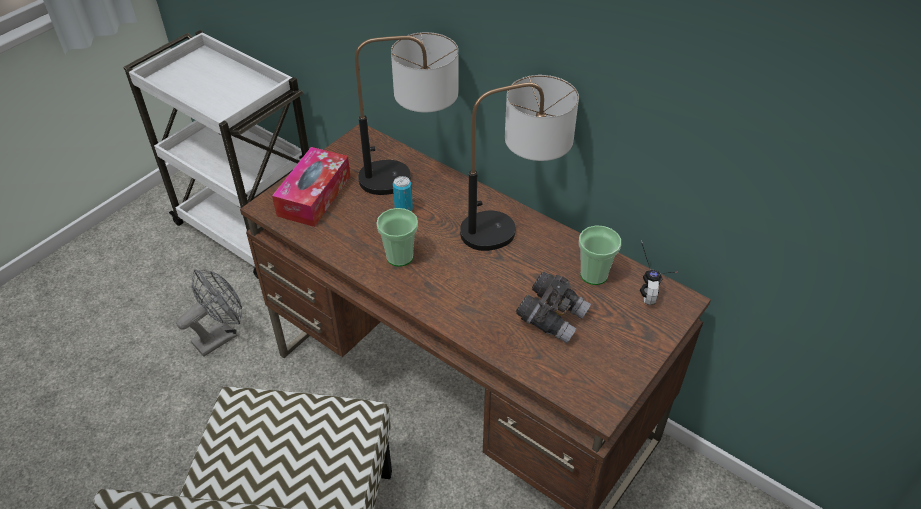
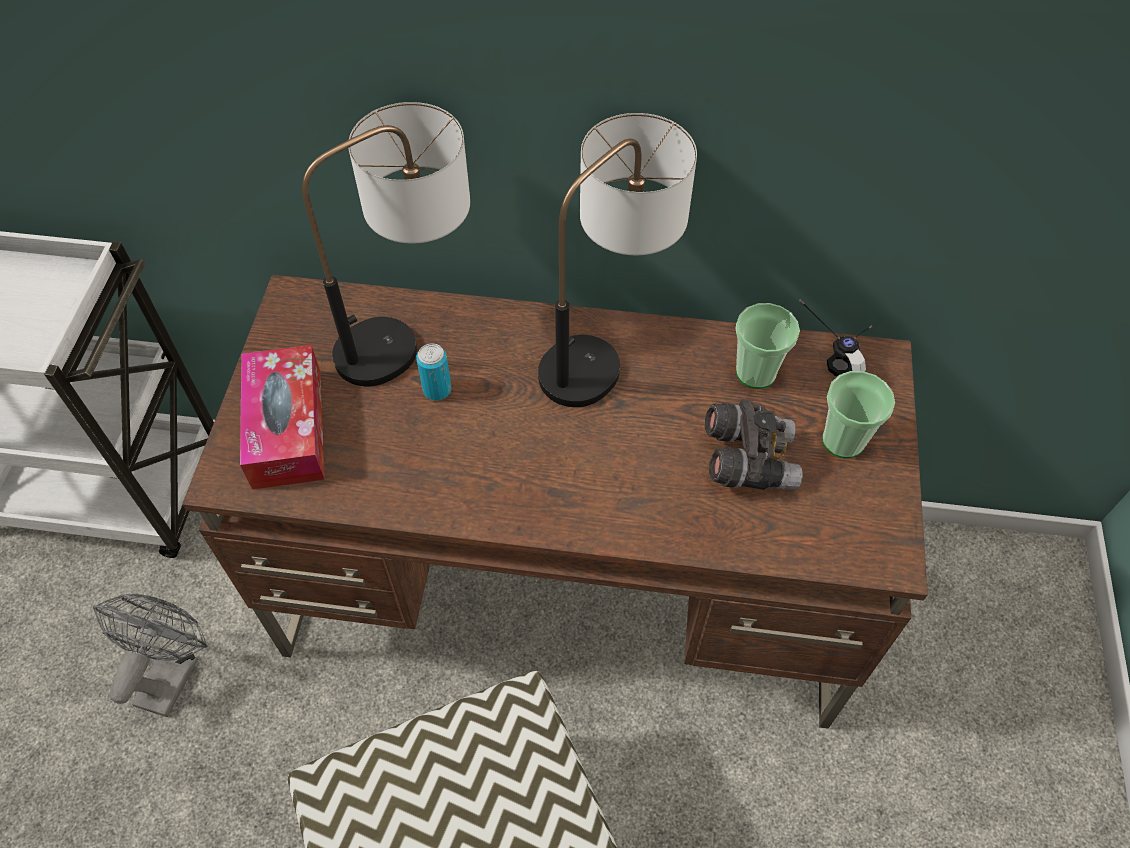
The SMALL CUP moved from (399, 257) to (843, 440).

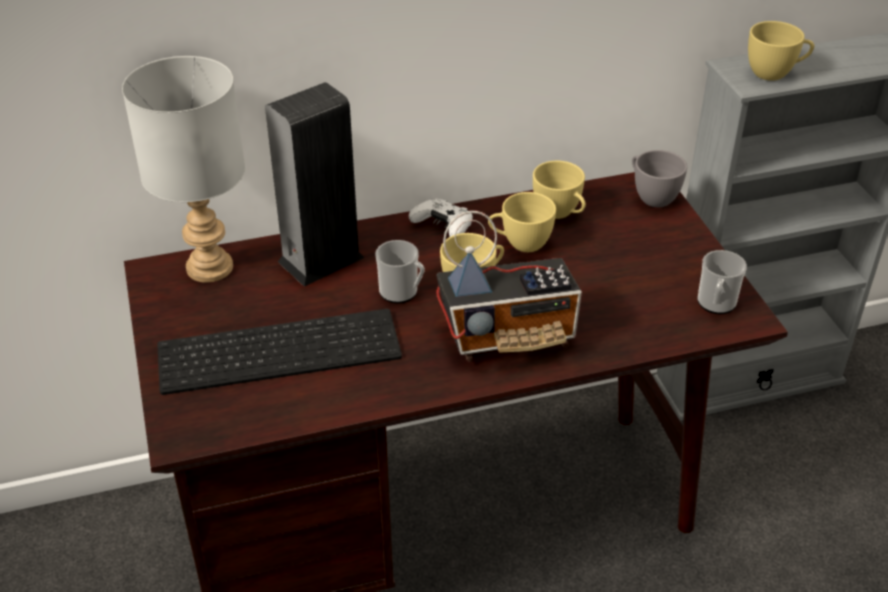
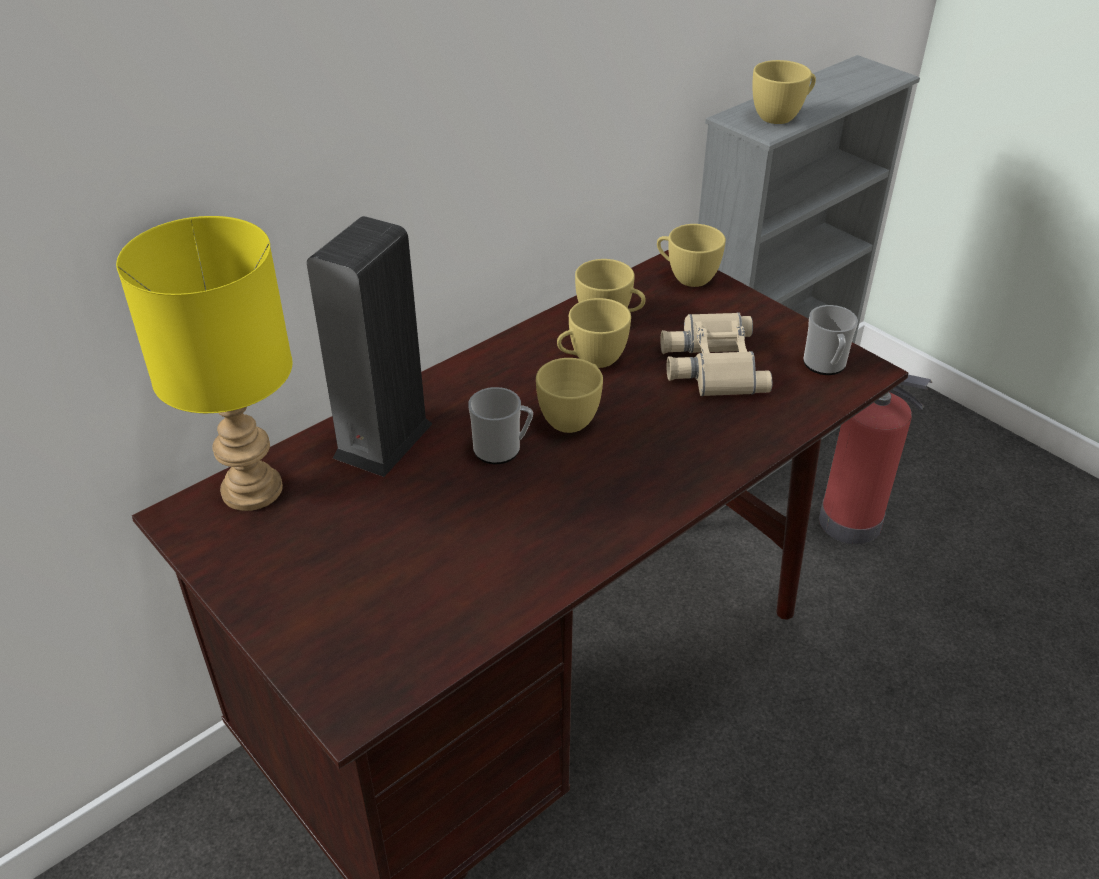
The GREYISH TABLETOP LAMP at (208, 267) became the YELLOW TABLETOP LAMP at (249, 489). The GREYISH SMALL CUP at (651, 196) became the YELLOW SMALL CUP at (686, 277). The WHITE GAME CONTROLLER at (443, 226) disappeared. The RADIO RECEIVER at (509, 337) disappeared. The KEYBOARD at (281, 348) disappeared. The SAND-COLOURED BINOCULARS at (710, 363) appeared. The EXTINGUISHER at (846, 520) appeared.

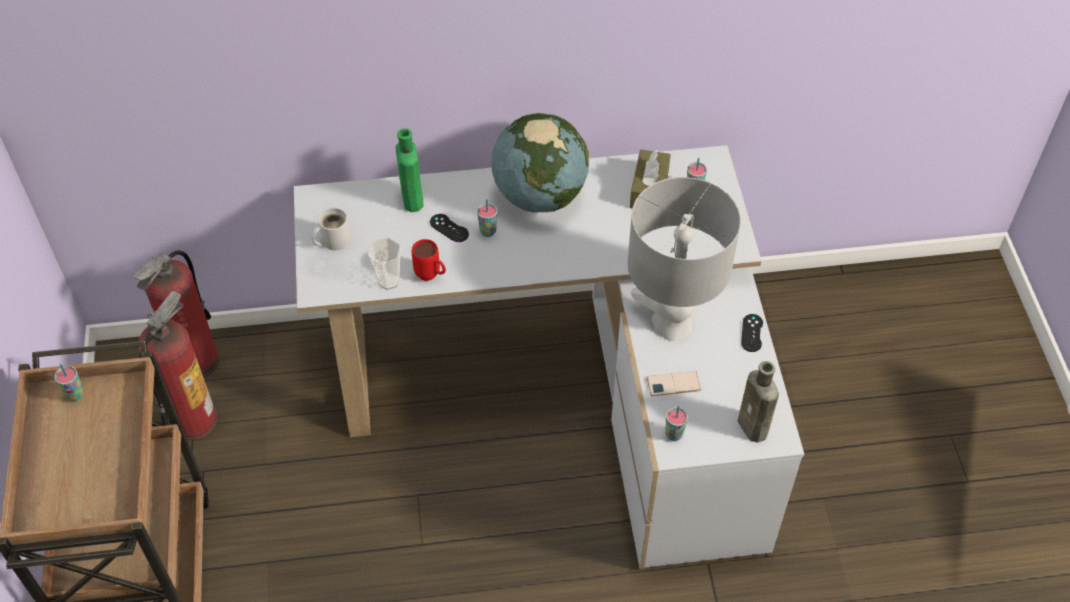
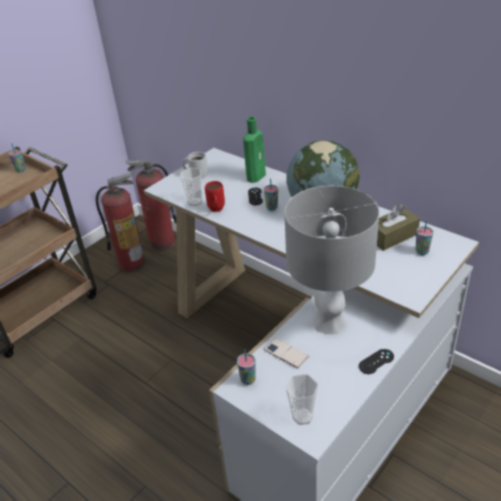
The BROWNISH BOTTLE at (754, 429) was replaced by the SMALL CUP at (302, 416).

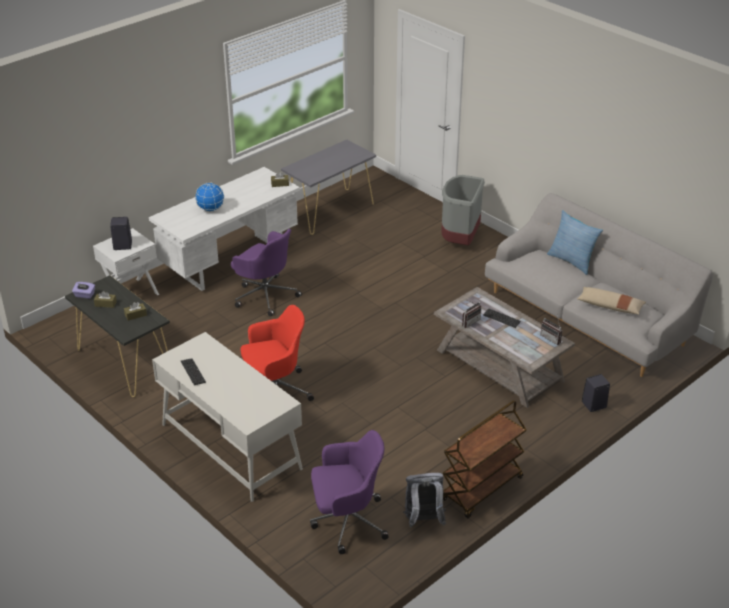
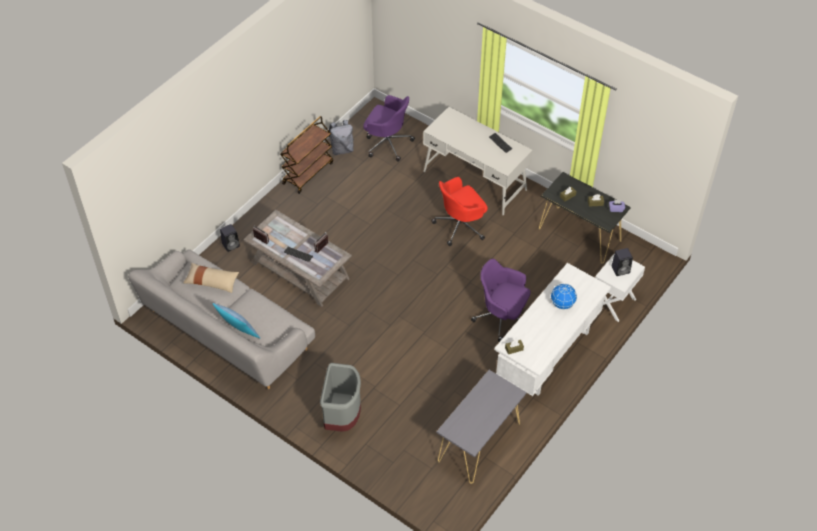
The PURPLISH COMPUTER CHAIR at (347, 521) turned 135 degrees counterclockwise.

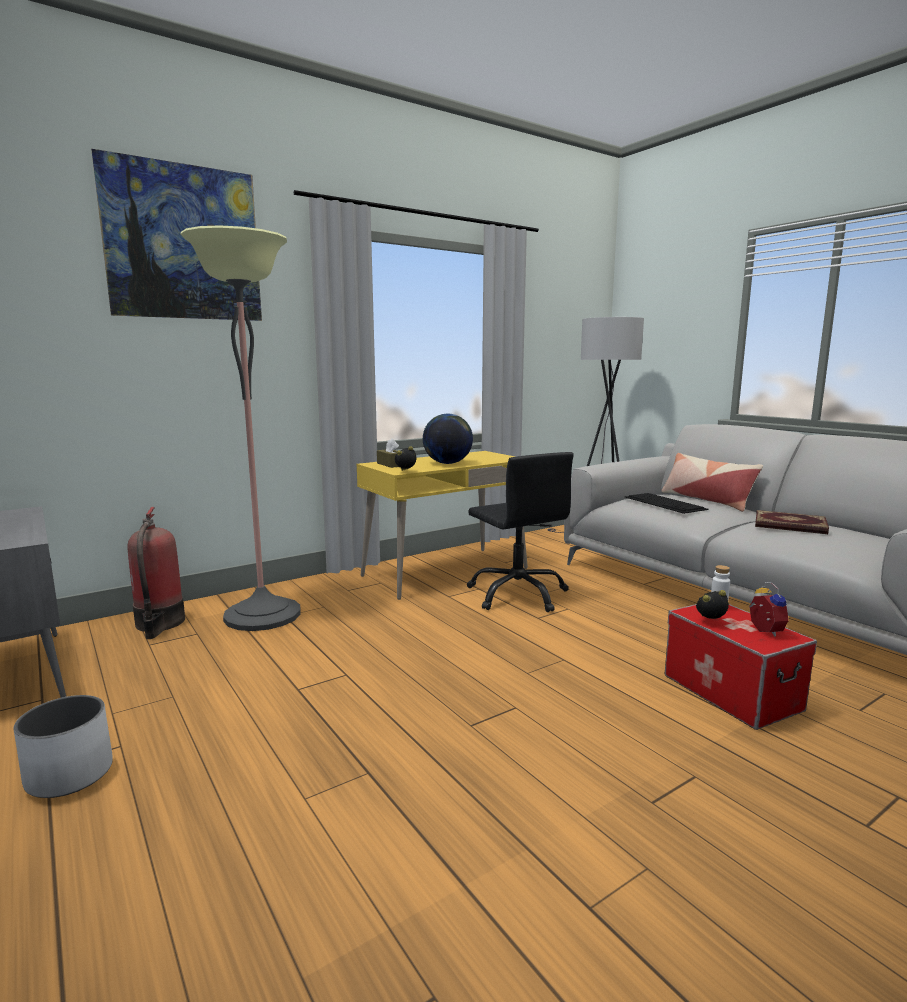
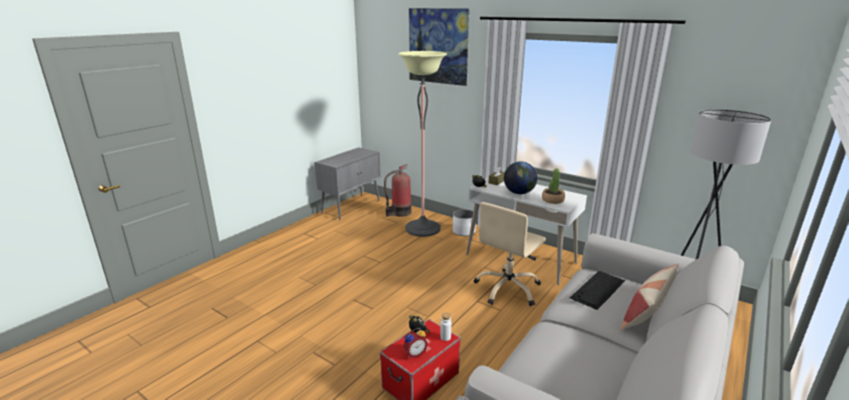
The YELLOW DESK at (445, 572) became the WHITE DESK at (520, 258). The BLACKISH COMPUTER CHAIR at (518, 594) became the SAND-COLOURED COMPUTER CHAIR at (508, 289). The BOOK at (790, 526) disappeared. The WHITE FLOWER POT moved from (69, 774) to (464, 231). The PLANT IN A POT at (552, 200) appeared.

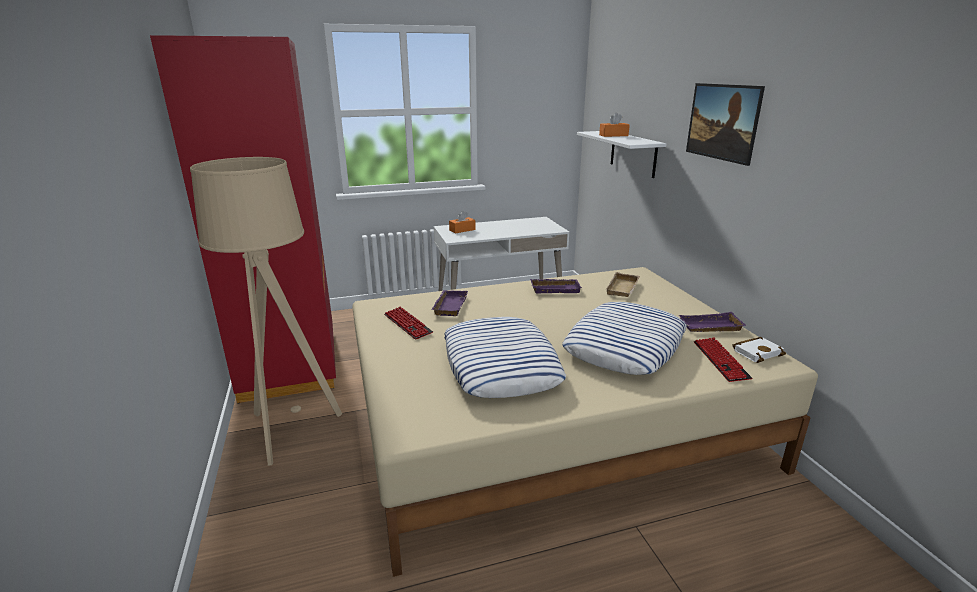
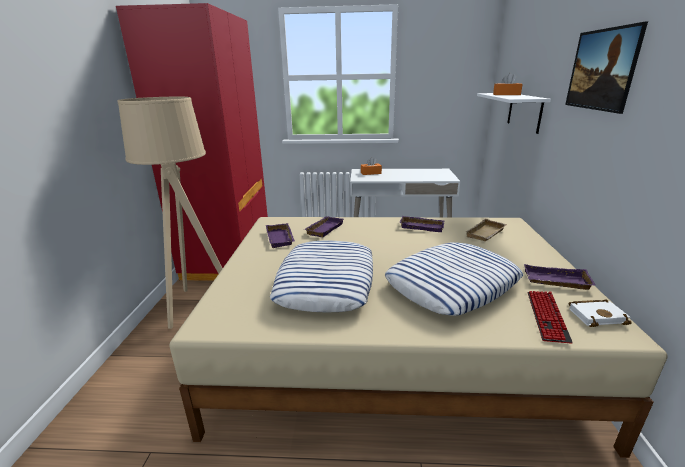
The KEYBOARD at (407, 324) was replaced by the PURPLISH TRAY at (281, 238).

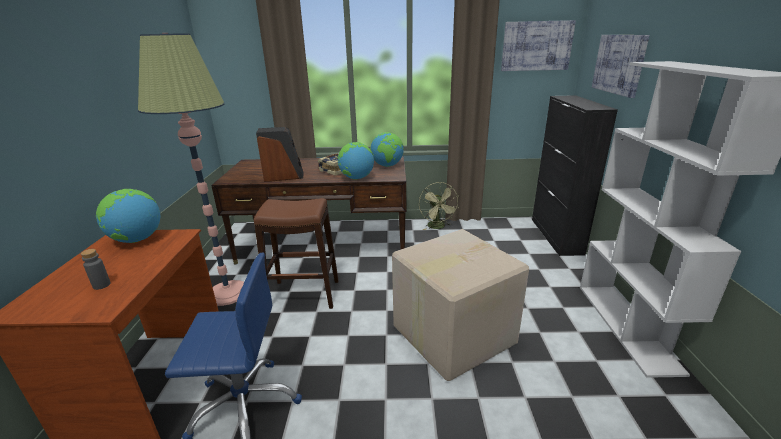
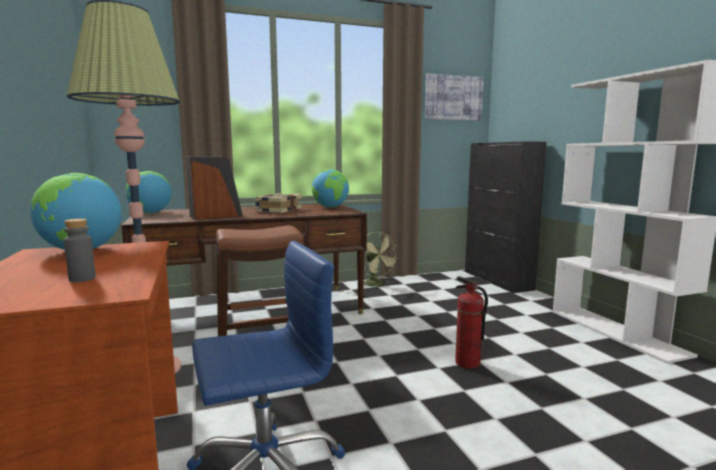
The WALL ART at (619, 64) disappeared. The GLOBE moved from (356, 178) to (150, 213). The PACKING BOX at (451, 334) was replaced by the EXTINGUISHER at (467, 363).

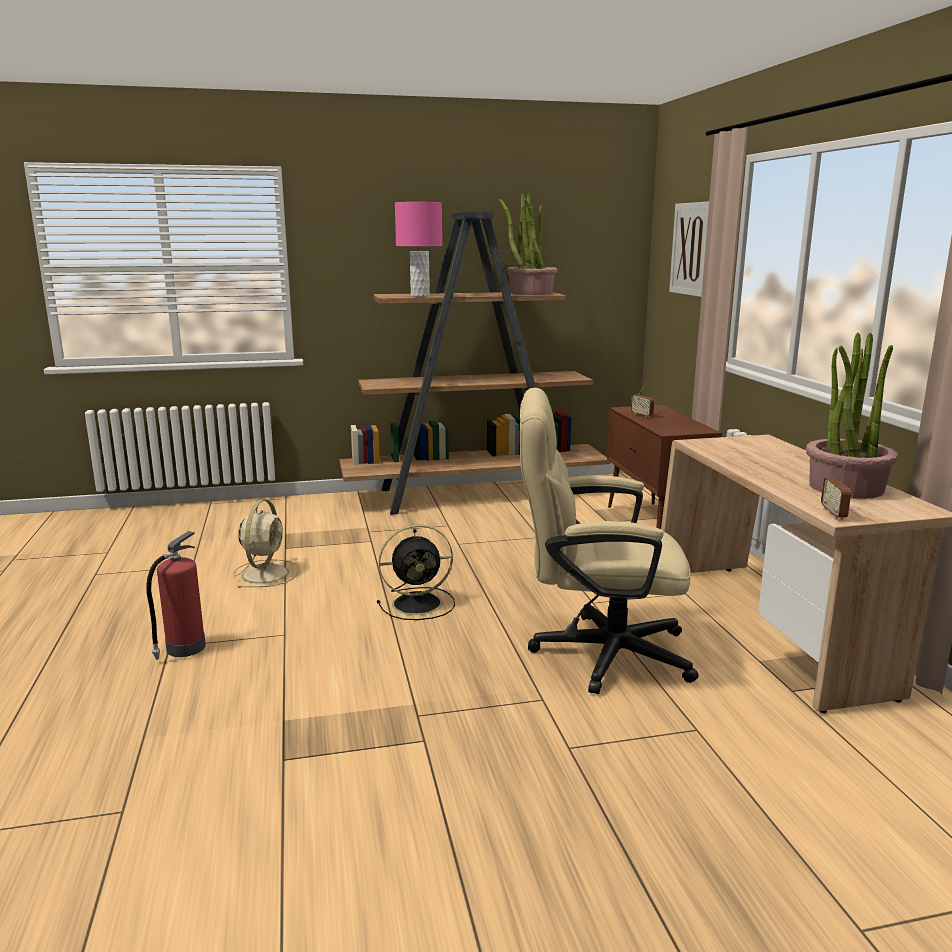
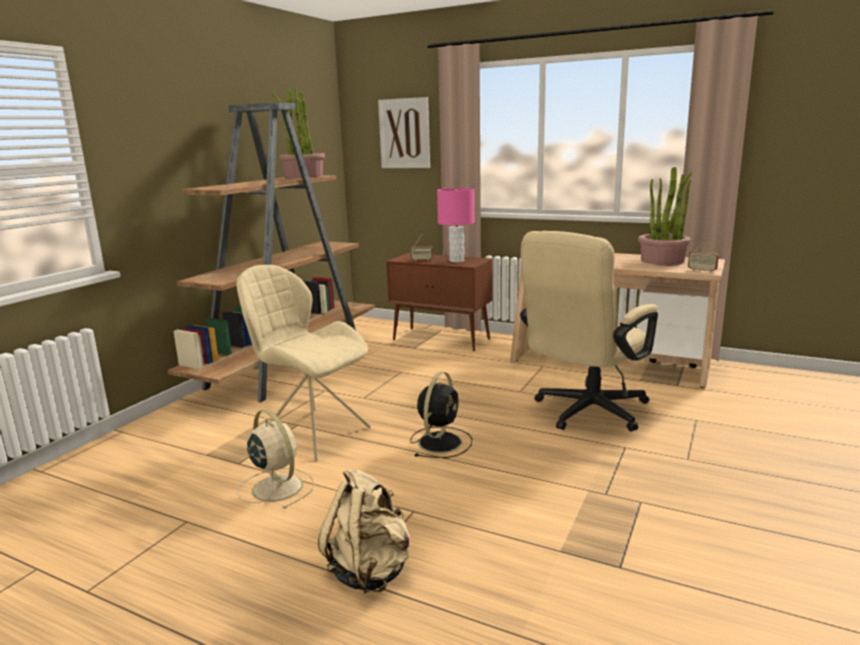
The PINKISH TABLETOP LAMP moved from (420, 296) to (457, 260). The EXTINGUISHER at (184, 648) was replaced by the SAND-COLOURED RUCKSACK at (370, 571). The SAND-COLOURED UPRIGHT CHAIR at (311, 432) appeared.

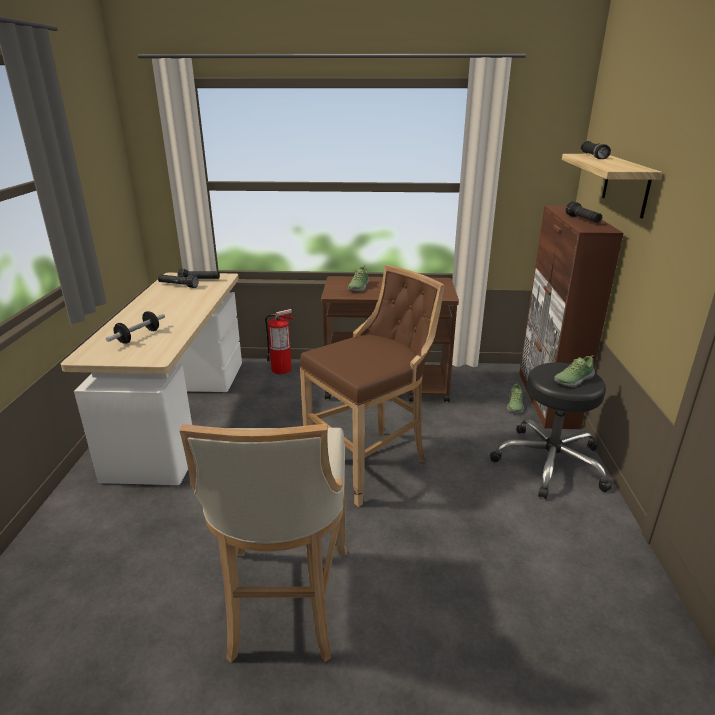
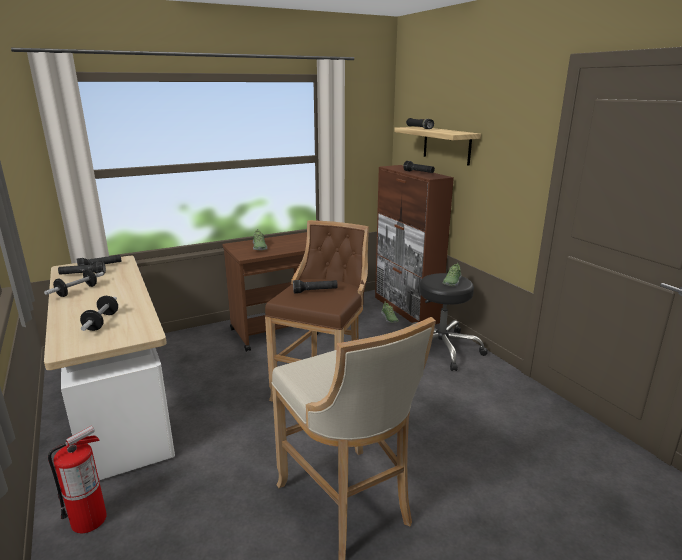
The EXTINGUISHER moved from (281, 369) to (89, 519). The DUMBBELL at (77, 291) appeared. The BLACKISH FLASHLIGHT at (315, 291) appeared.

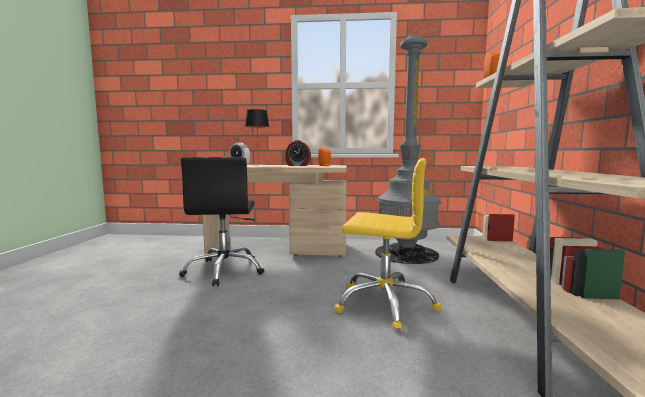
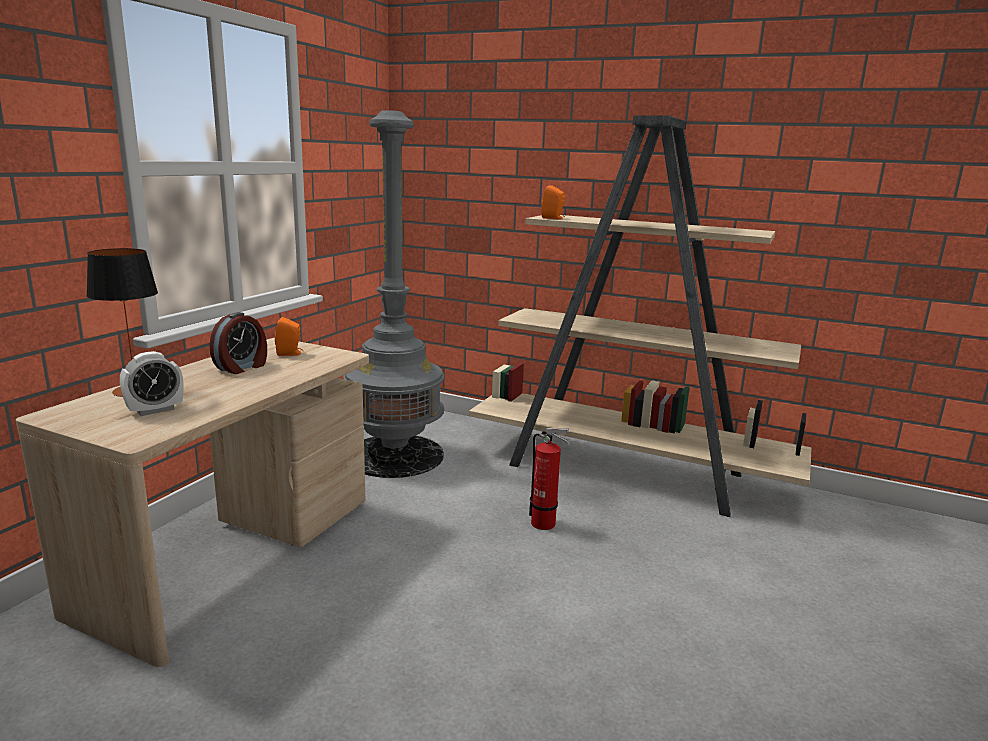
The BLACKISH COMPUTER CHAIR at (224, 271) disappeared. The YELLOW COMPUTER CHAIR at (385, 303) was replaced by the EXTINGUISHER at (546, 524).

